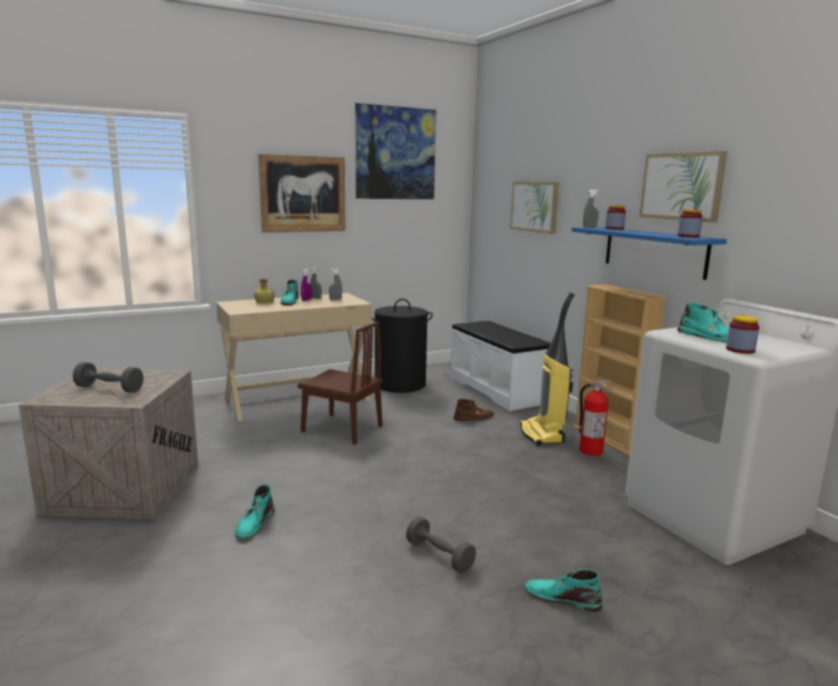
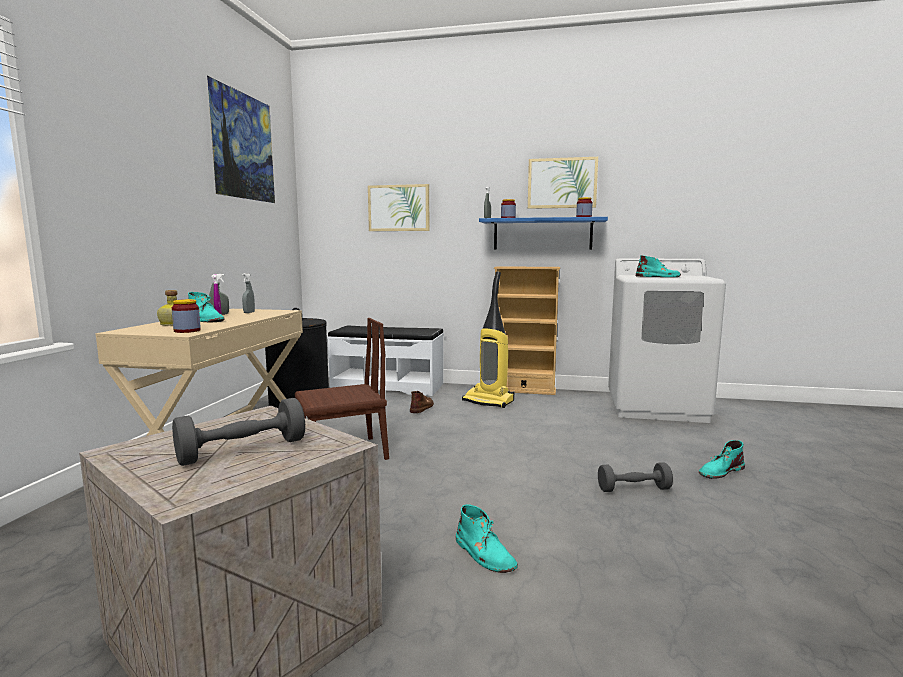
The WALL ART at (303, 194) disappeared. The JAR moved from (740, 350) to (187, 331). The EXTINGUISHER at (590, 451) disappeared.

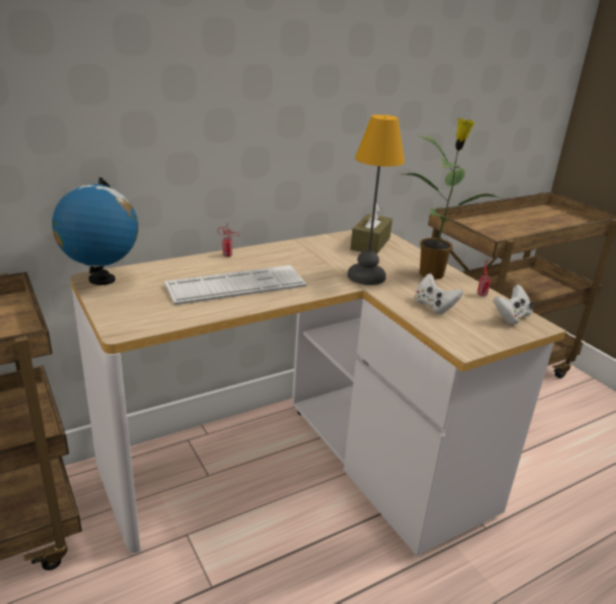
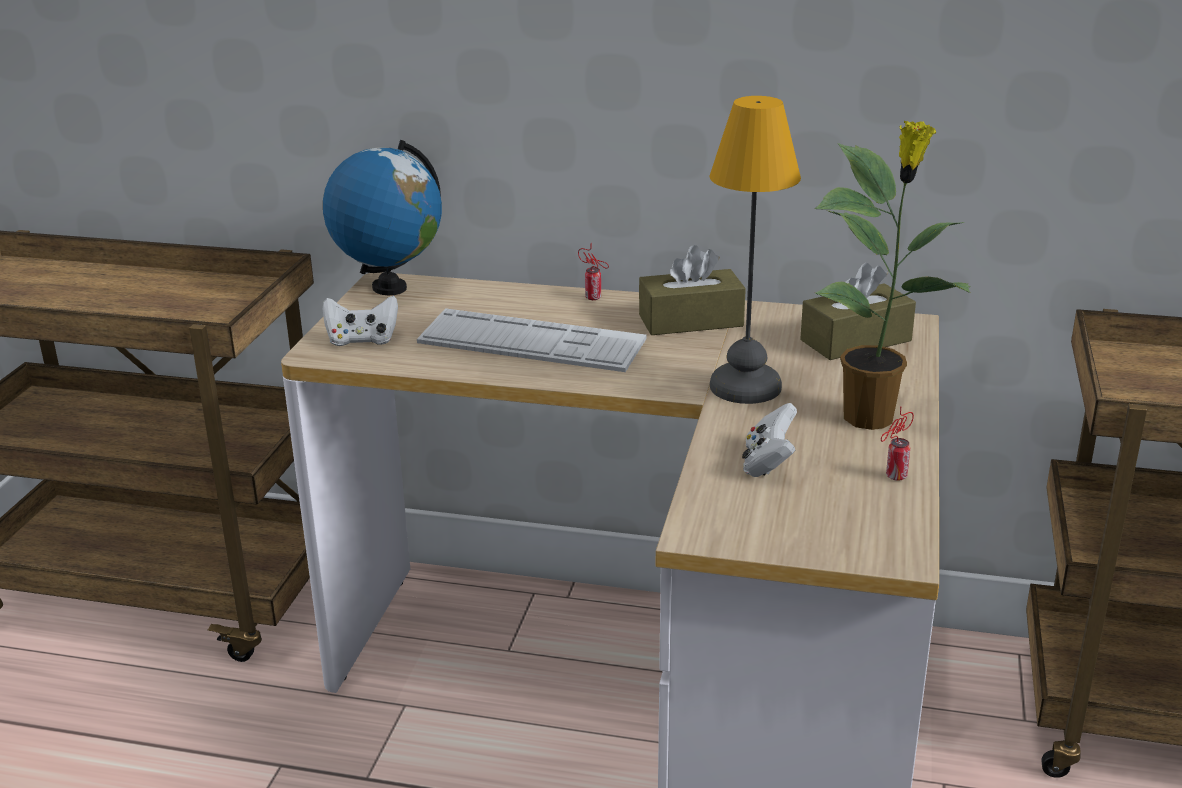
The WHITE GAME CONTROLLER moved from (511, 317) to (362, 340). The BROWNISH TISSUE BOX at (691, 320) appeared.

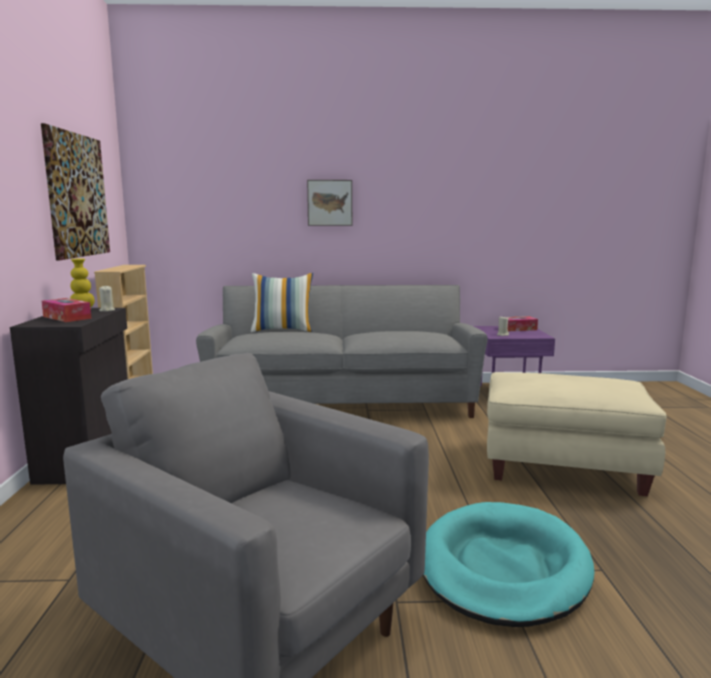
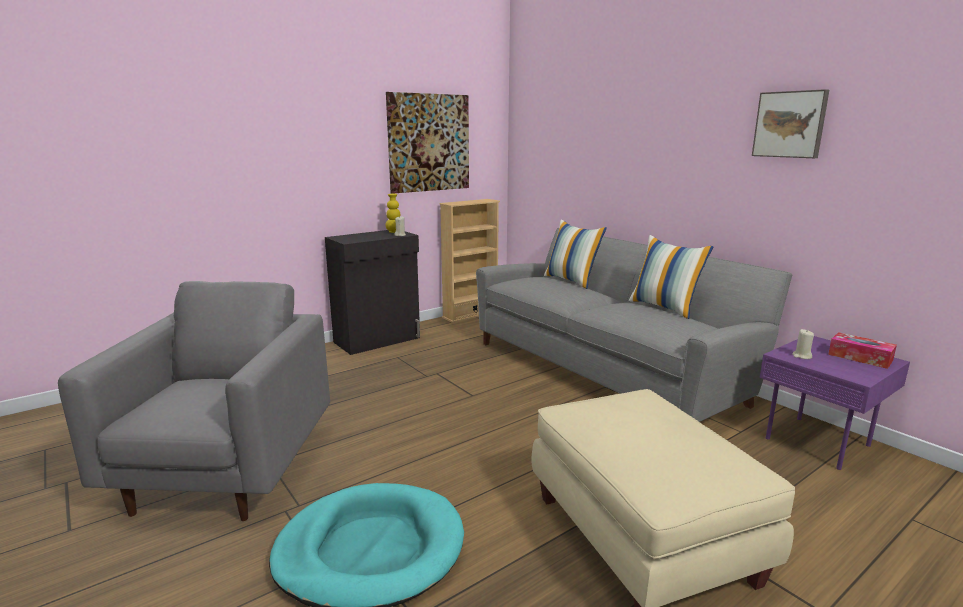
The WALL ART moved from (330, 203) to (790, 124). The TISSUE BOX at (67, 317) disappeared. The THROW PILLOW at (665, 307) appeared.

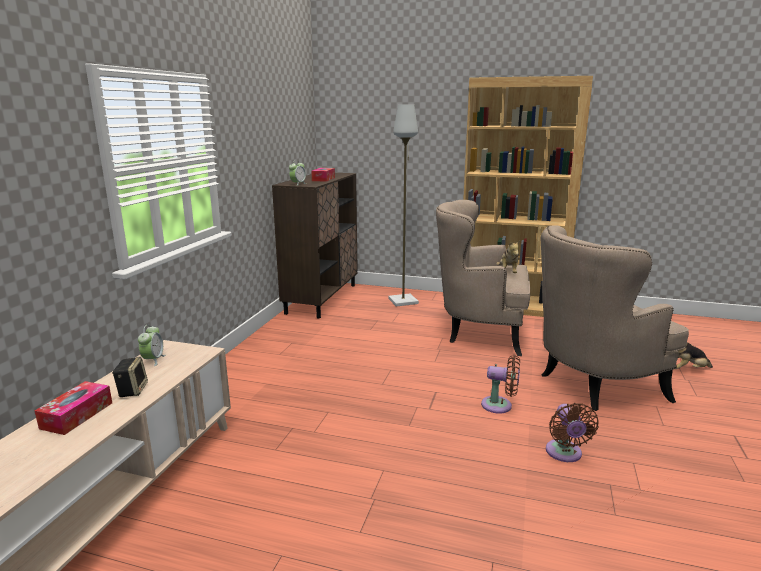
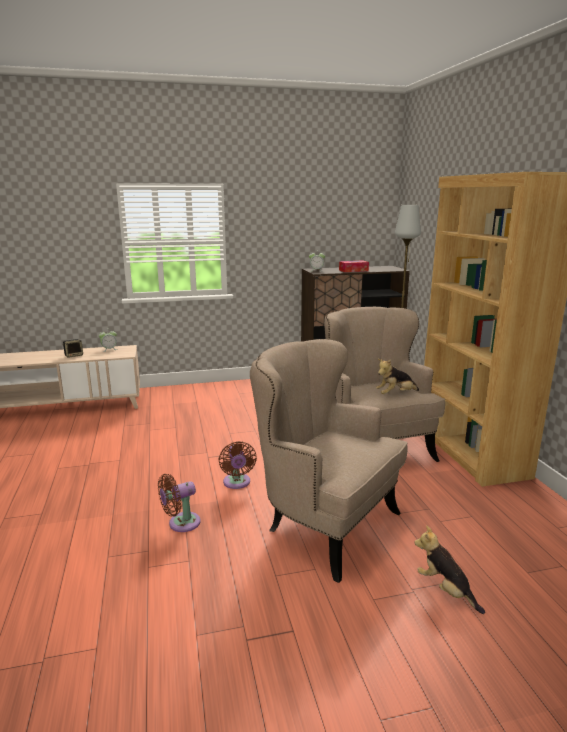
The TISSUE BOX at (77, 415) disappeared.

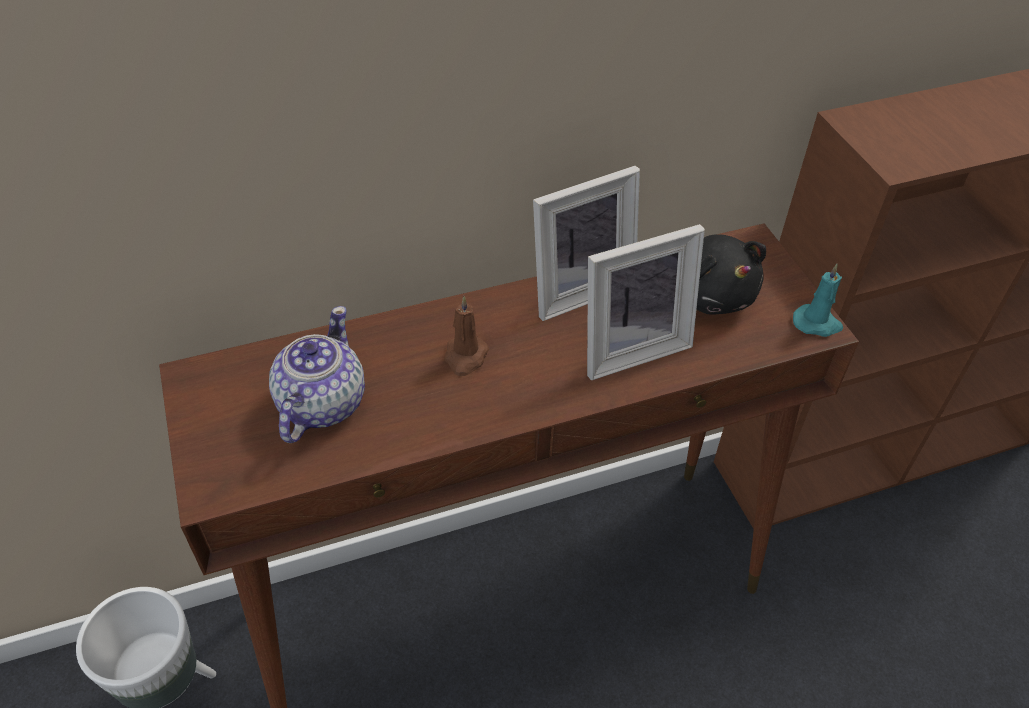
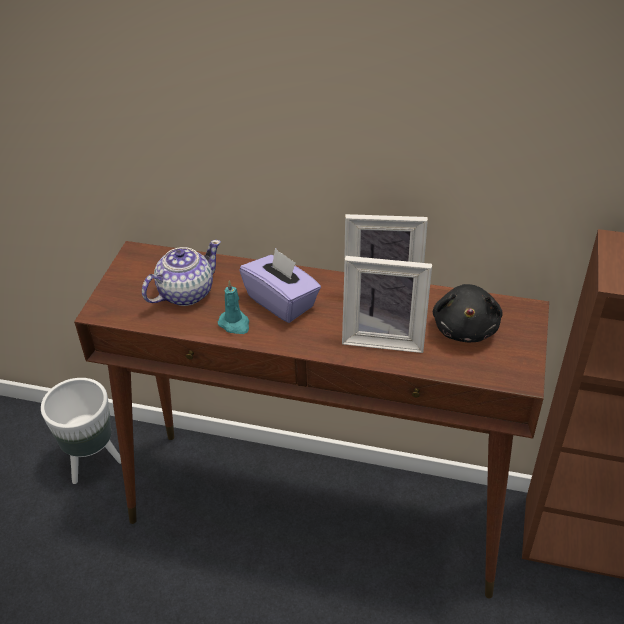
The TURQUOISE WAX CANDLE moved from (817, 323) to (235, 324). The BROWNISH WAX CANDLE at (465, 357) was replaced by the PURPLISH TISSUE BOX at (282, 301).

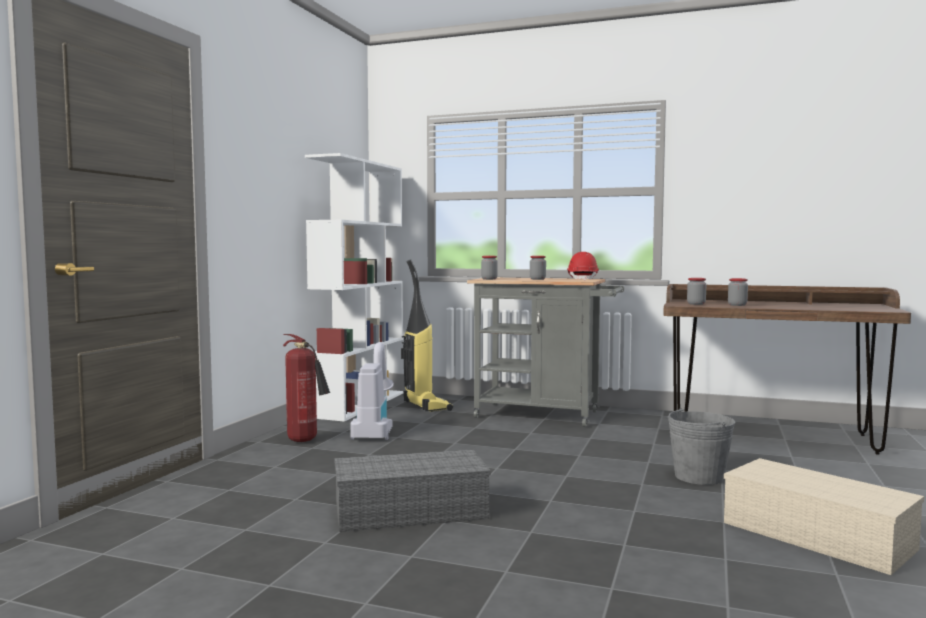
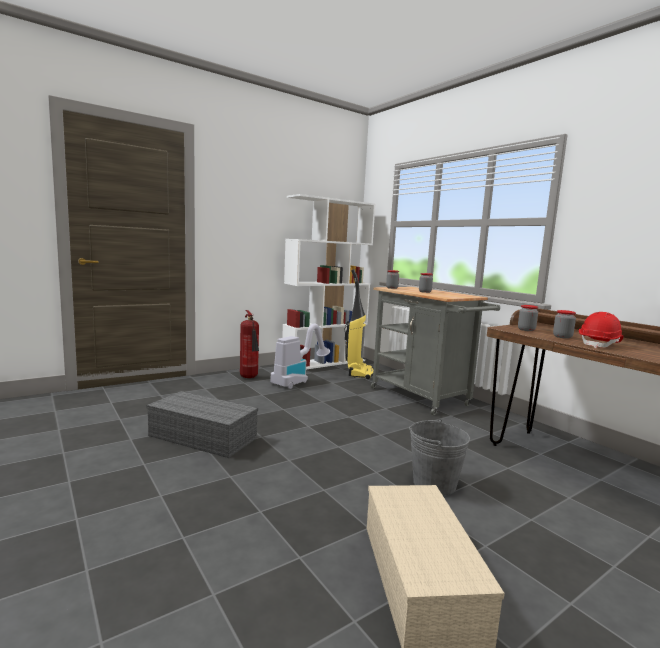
The REDDISH SAFETY HELMET moved from (583, 279) to (599, 344).

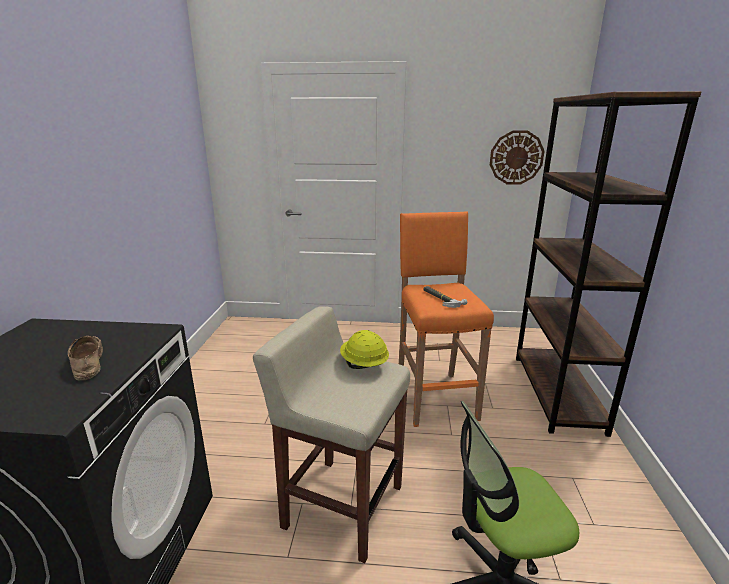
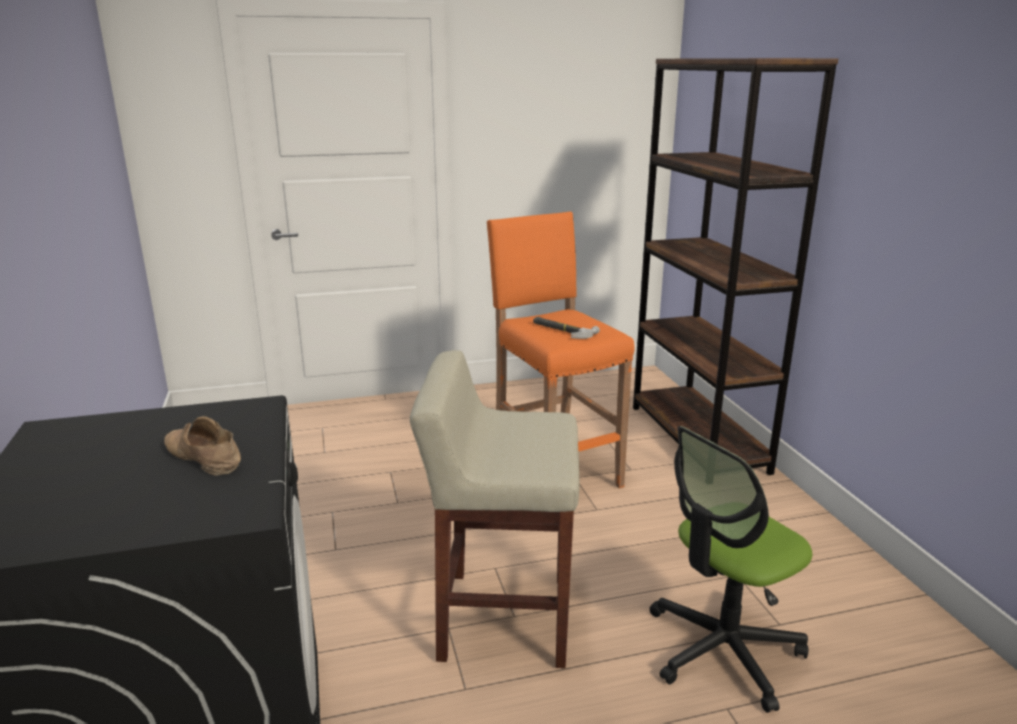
The CLOCK ON THE WALL at (516, 157) disappeared. The YELLOW SAFETY HELMET at (364, 365) disappeared.

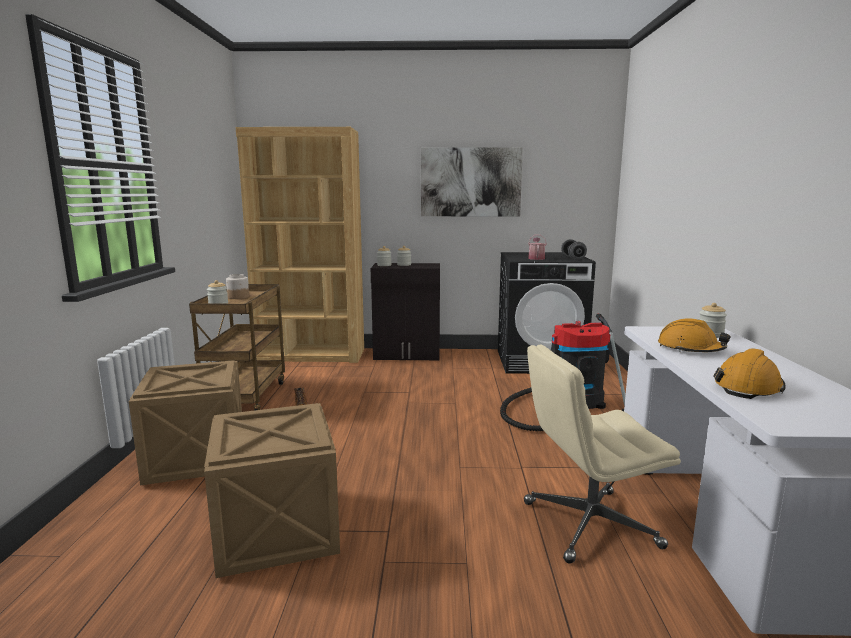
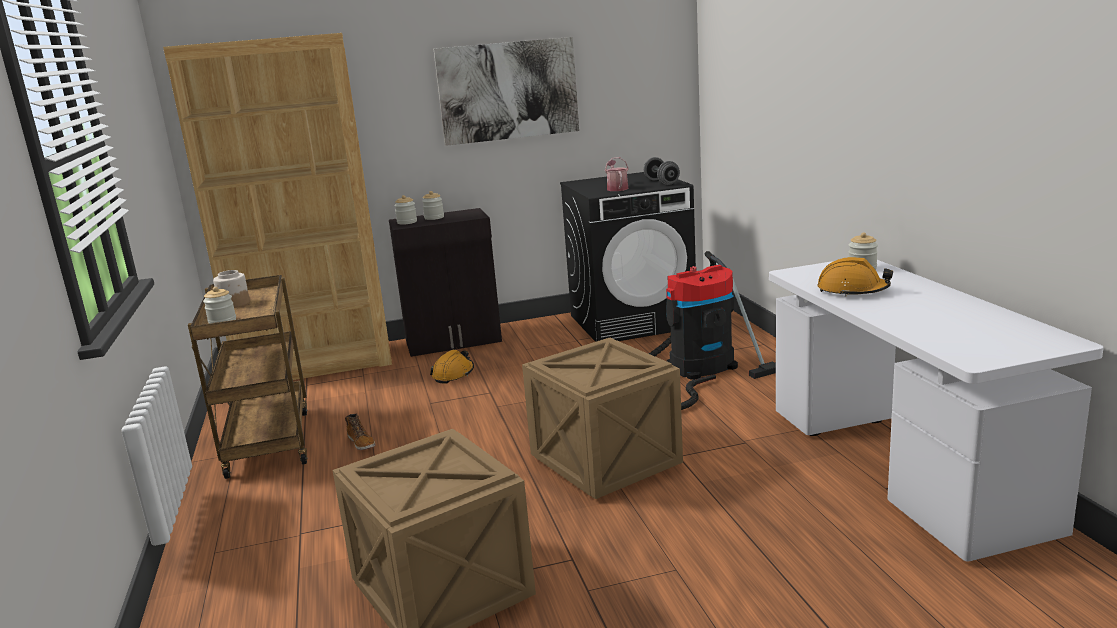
The SAND-COLOURED COMPUTER CHAIR at (588, 525) disappeared. The ORANGEY SAFETY HELMET moved from (748, 387) to (453, 374). The SHIPPING CRATE moved from (197, 458) to (606, 462).

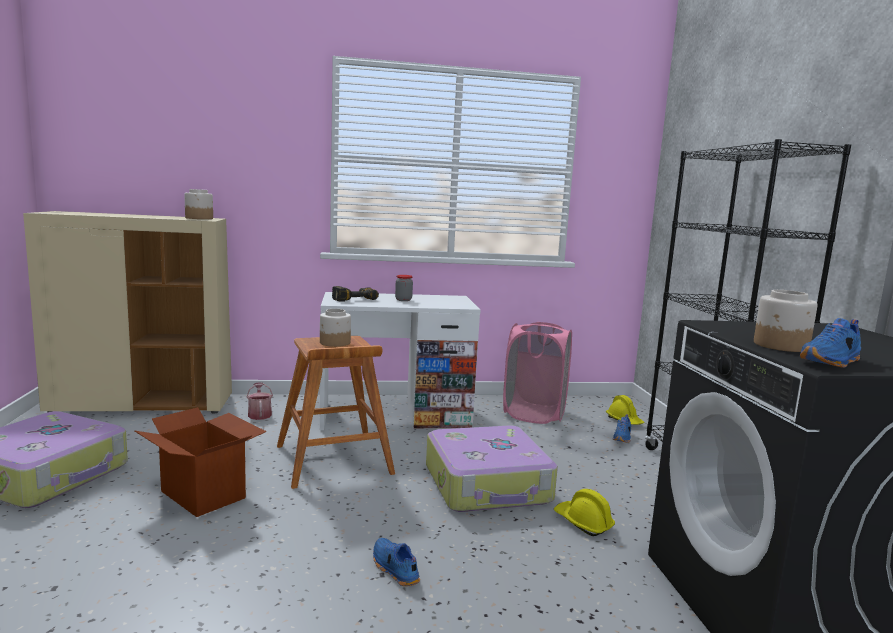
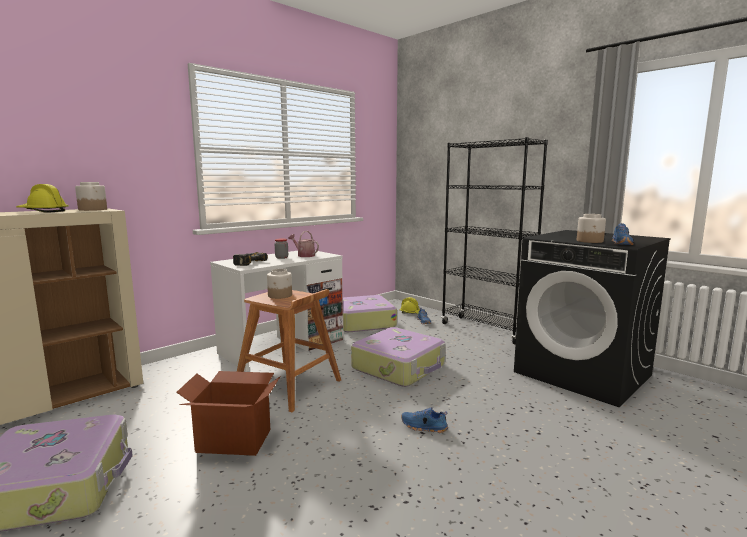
The PINKISH LAUNDRY BASKET at (534, 414) was replaced by the TRAVEL CASE at (363, 322). The SPRINKLING CAN moved from (259, 414) to (304, 255). The YELLOW SAFETY HELMET moved from (583, 522) to (43, 211).

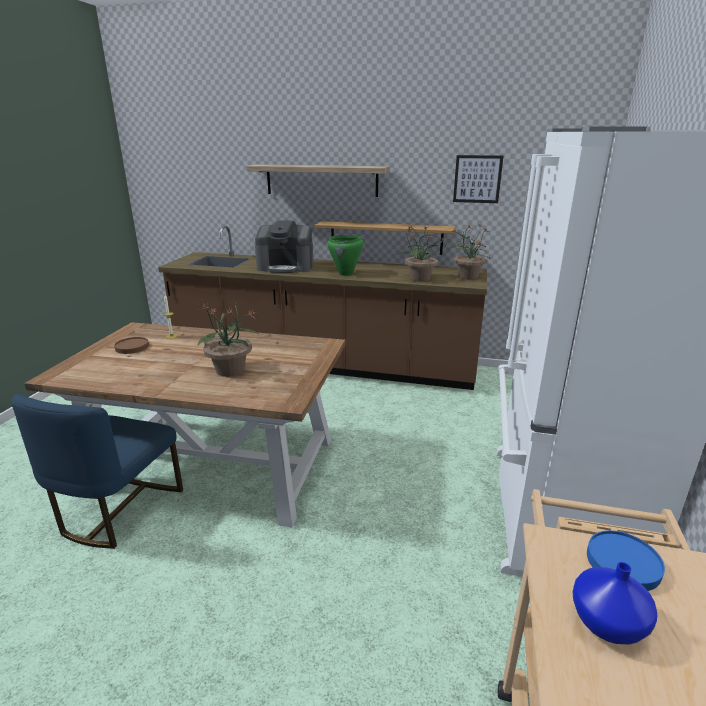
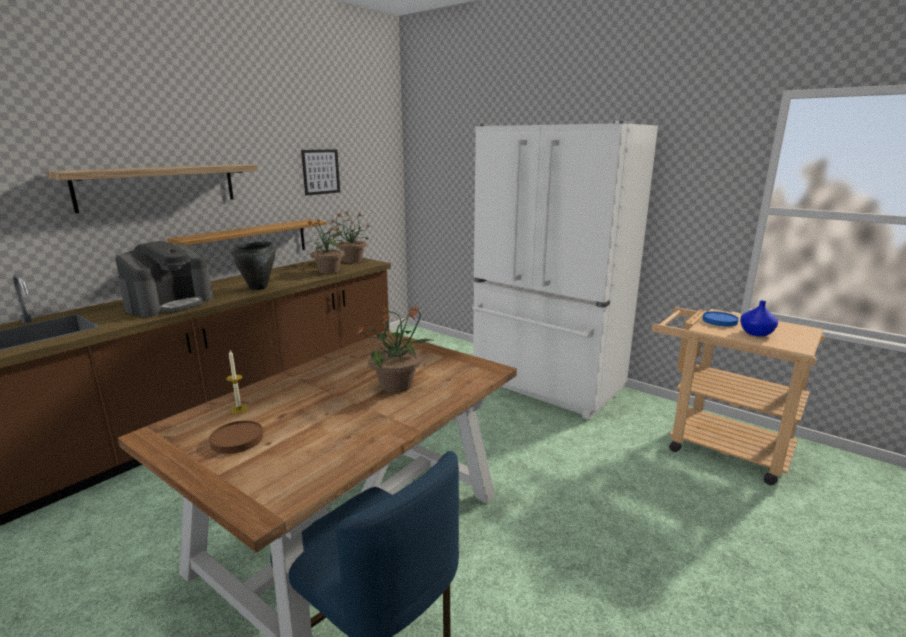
The GREENISH COOKING POT at (346, 274) became the BLACKISH COOKING POT at (258, 288).

